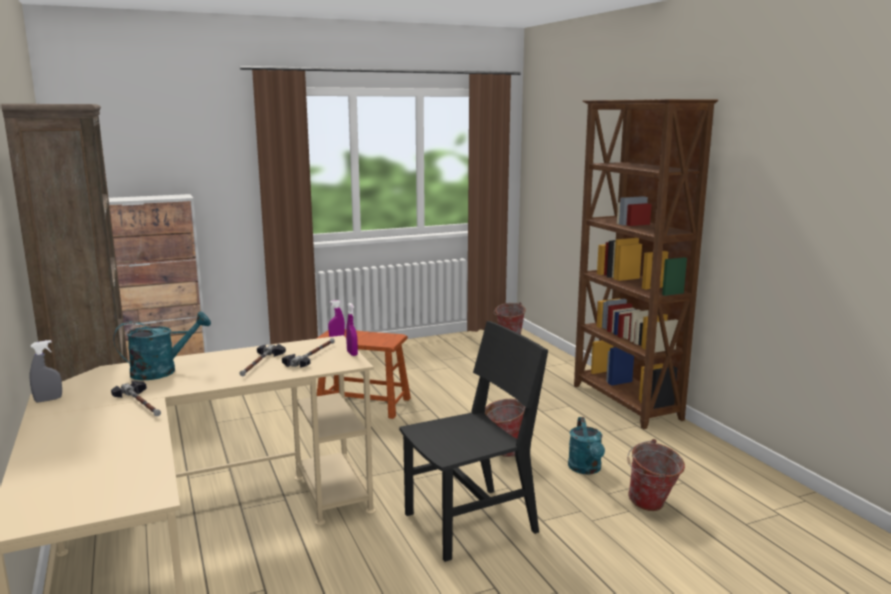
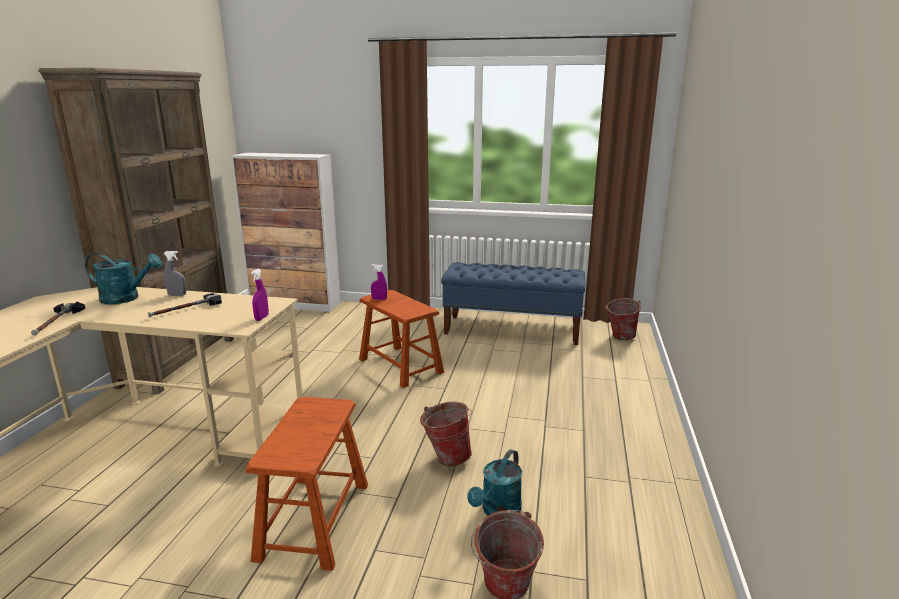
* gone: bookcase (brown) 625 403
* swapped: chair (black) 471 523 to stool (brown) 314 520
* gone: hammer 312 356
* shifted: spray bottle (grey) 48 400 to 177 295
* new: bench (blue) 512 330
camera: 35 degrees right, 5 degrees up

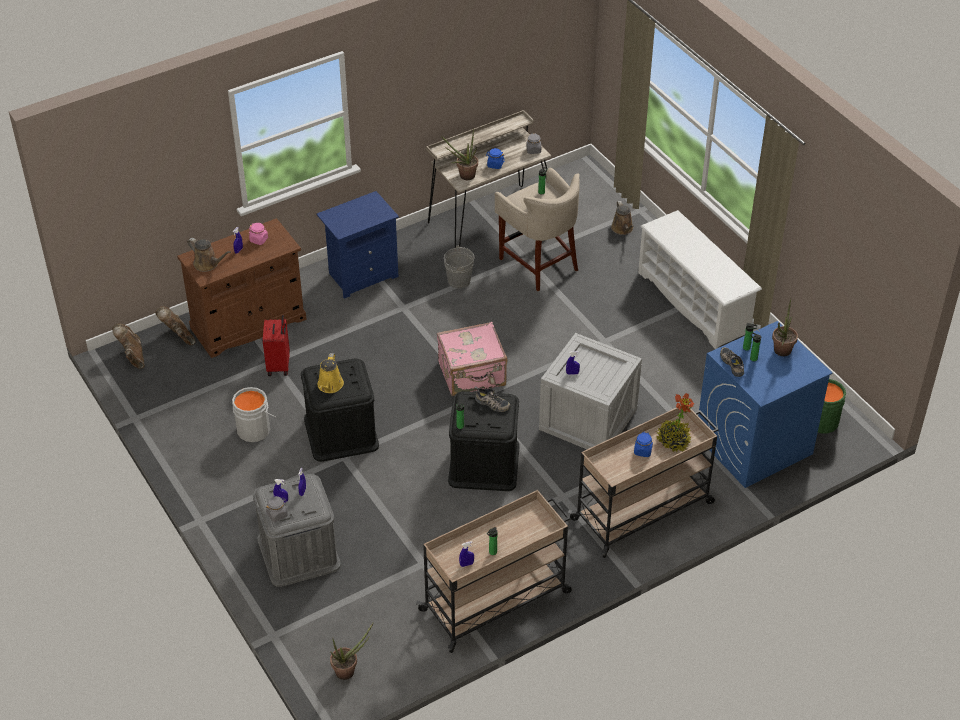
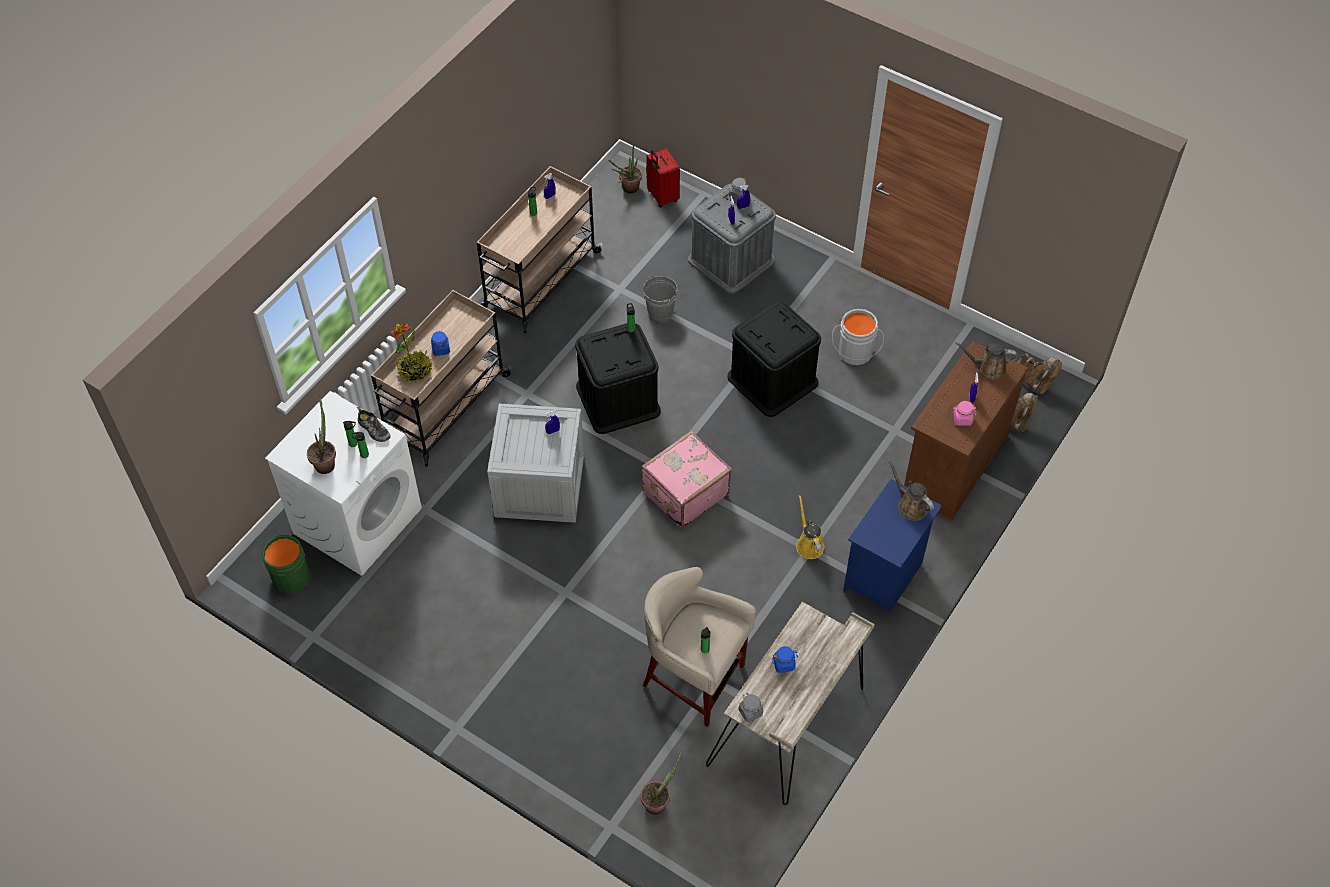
* shifted: potted plant 463 176 to 659 802
* shifted: watering can (brown) 623 229 to 910 505
* gone: shoe rack (white) 694 302
* shifted: bucket (grey) 459 281 to 660 311
* shifted: suitcase (red) 279 365 to 662 197
* repainted: washing machine (blue) 753 445 to washing machine (white) 357 520
* shifted: watering can (yellow) 330 386 to 808 544
* gone: shoe 491 403
camera: 155 degrees right, 10 degrees up

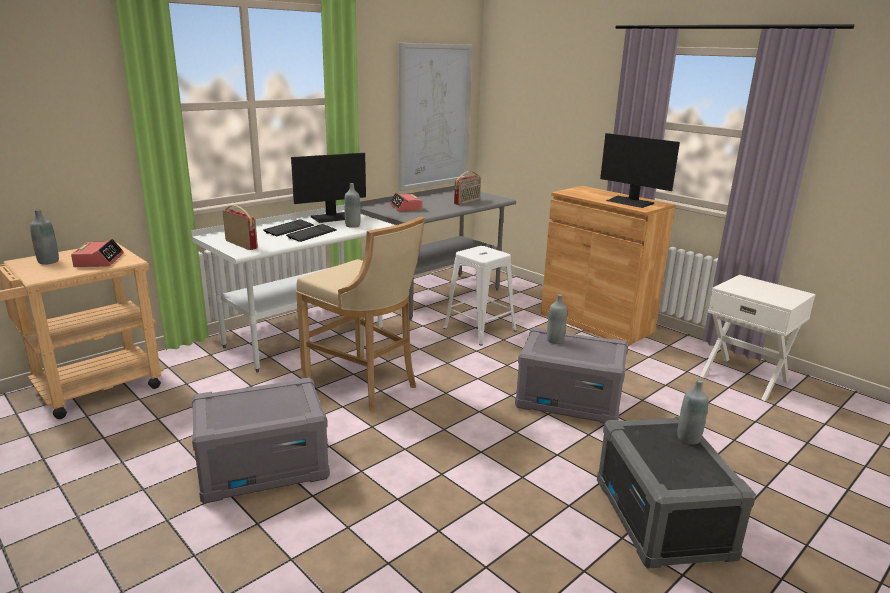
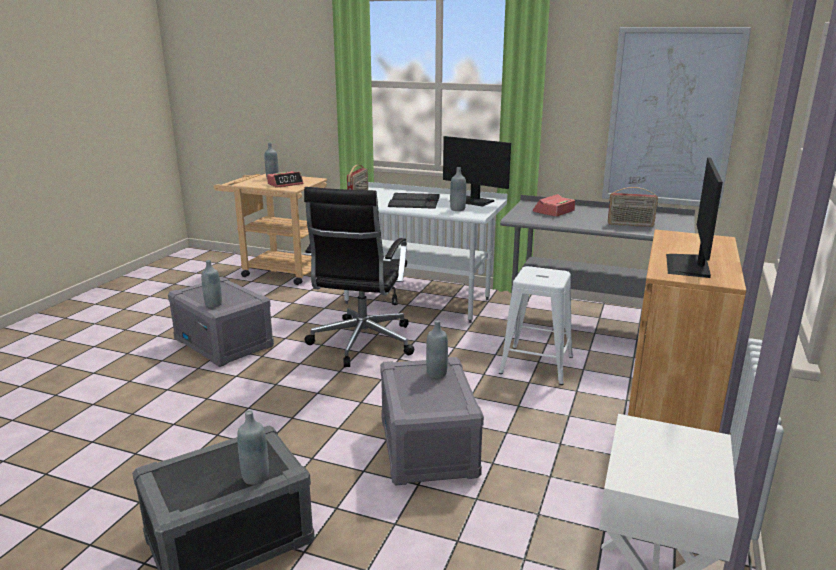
* swapped: stool (beige) 365 385 to office chair (black) 361 343
* new: bottle (grey) 213 304
camera: 65 degrees right, 0 degrees up

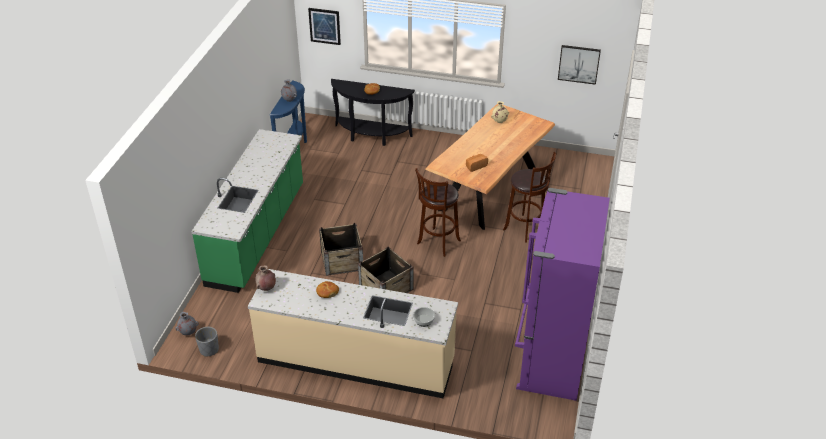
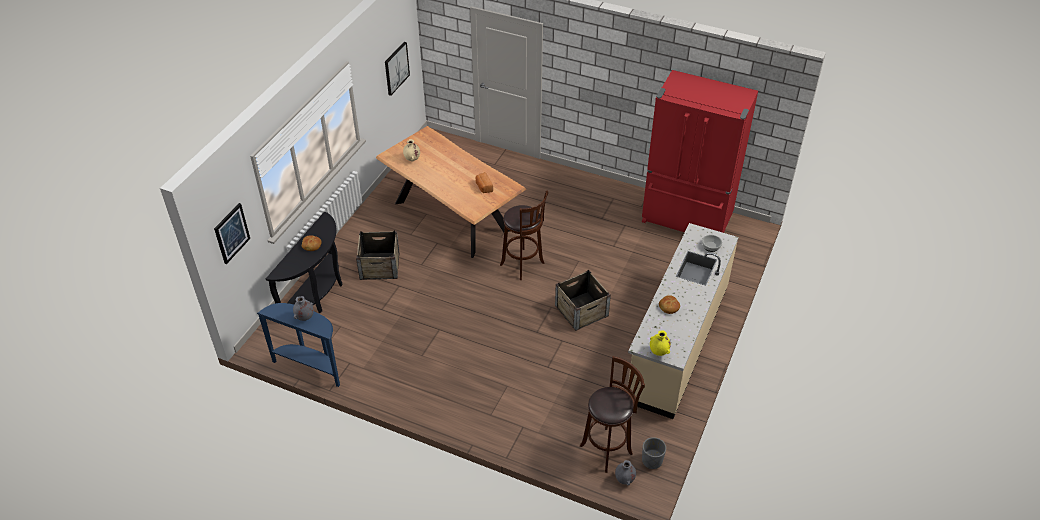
* gone: counter (green) 257 234
* shifted: stool (brown) 526 229 to 608 448
* repainted: fridge (purple) 550 360 to fridge (red) 686 219
* shifted: crate 342 260 to 380 265
* repainted: vase (brown) 266 288 to vase (yellow) 659 352
camera: 80 degrees left, 5 degrees up

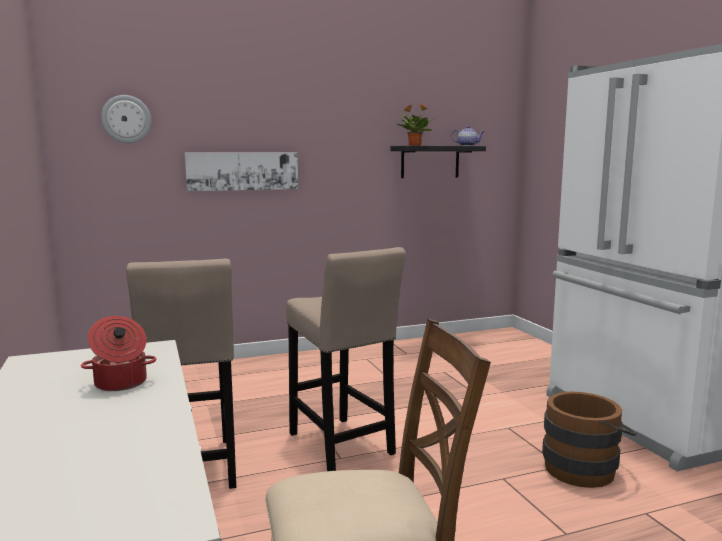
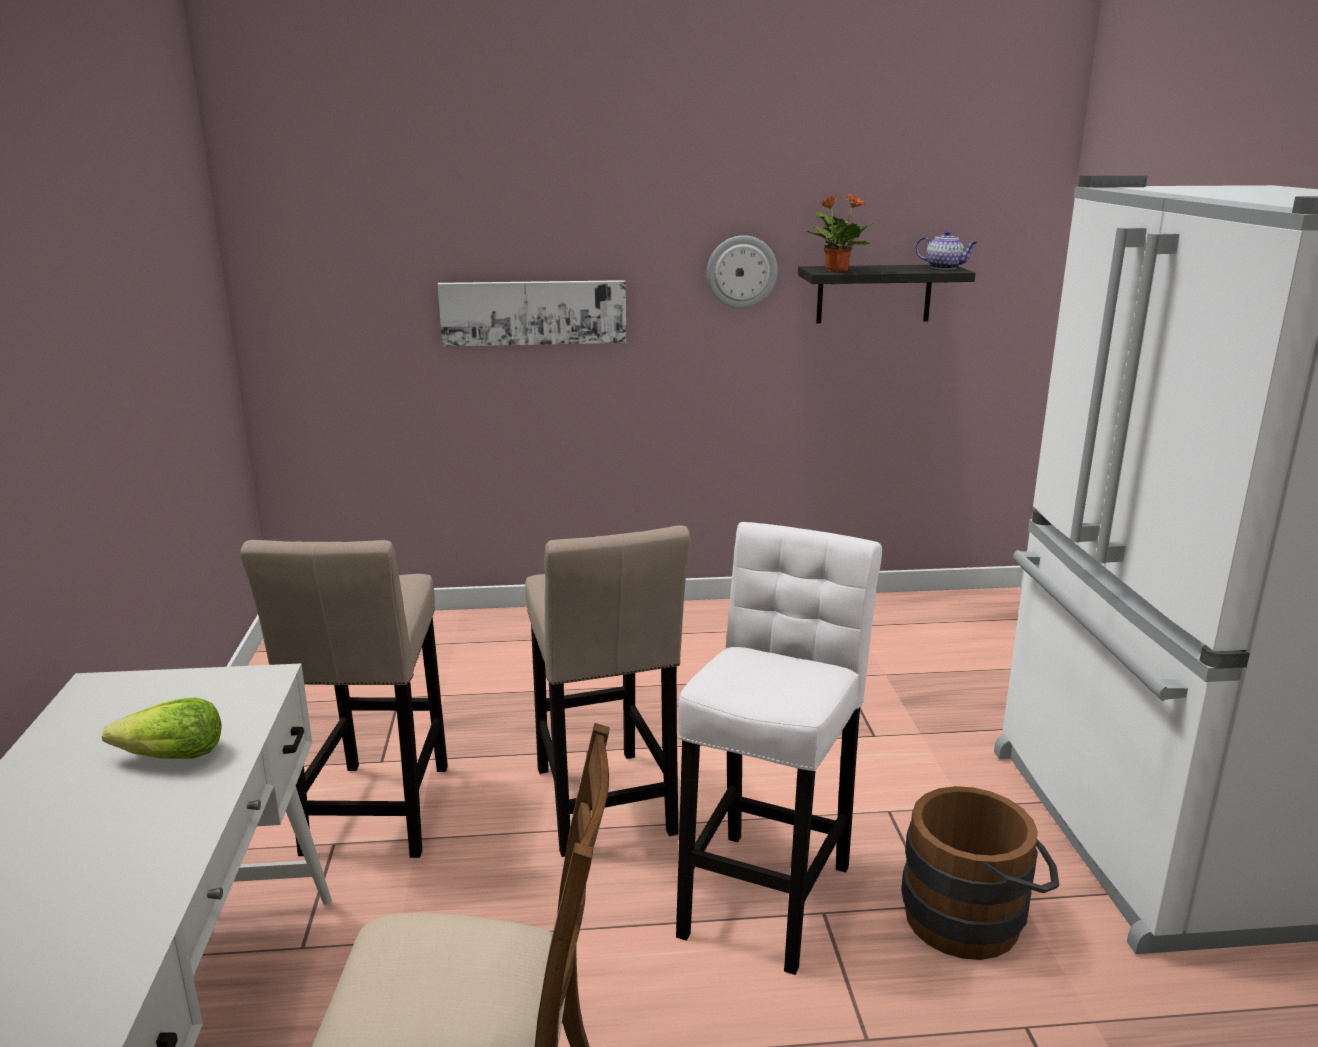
* shifted: wall clock 126 119 to 741 271
* swapped: cooking pot 120 384 to lettuce 172 757
* new: stool (white) 768 892
camera: 15 degrees right, 10 degrees up

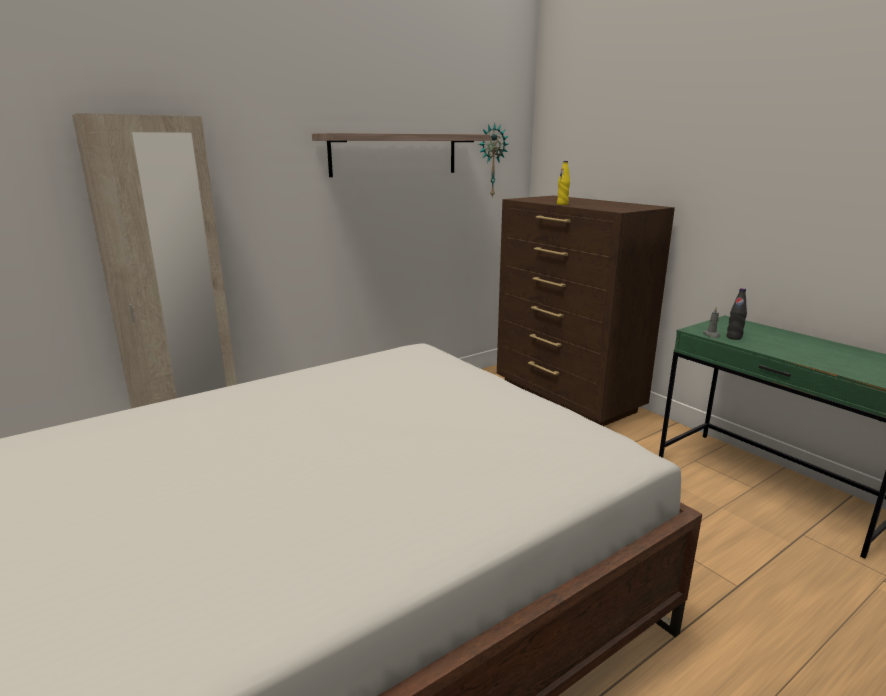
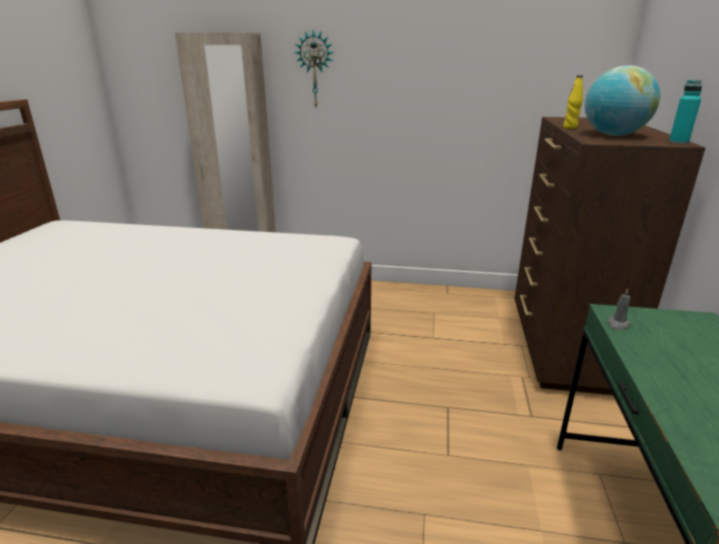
* shifted: wall clock 491 160 to 315 70
* gone: shelf 395 154
* gone: bottle (black) 734 337
* new: globe 613 135
* new: bottle (turquoise) 678 142
camera: 45 degrees right, 5 degrees up

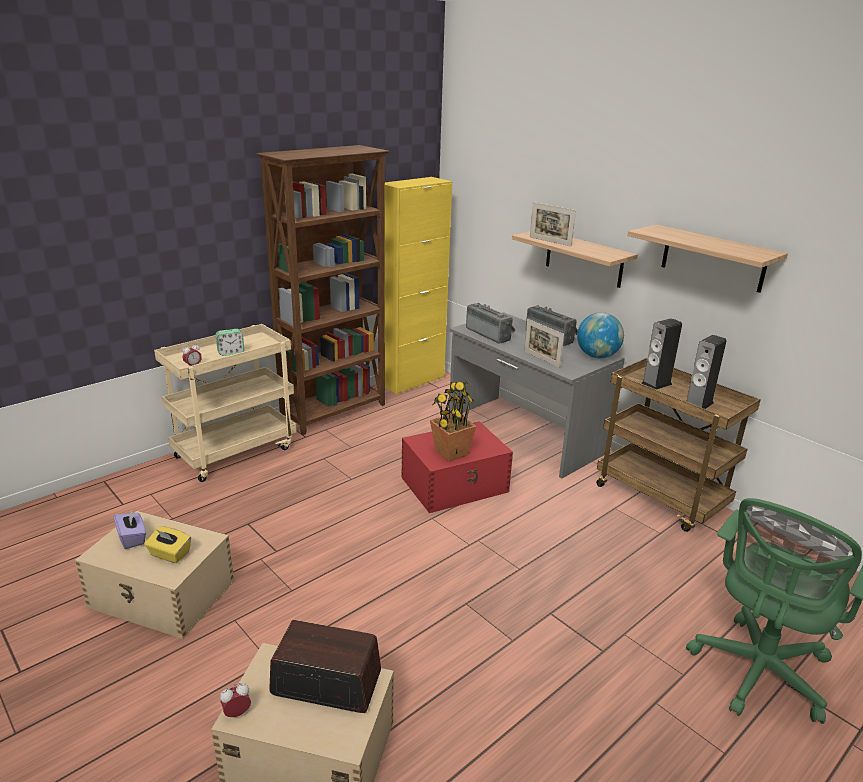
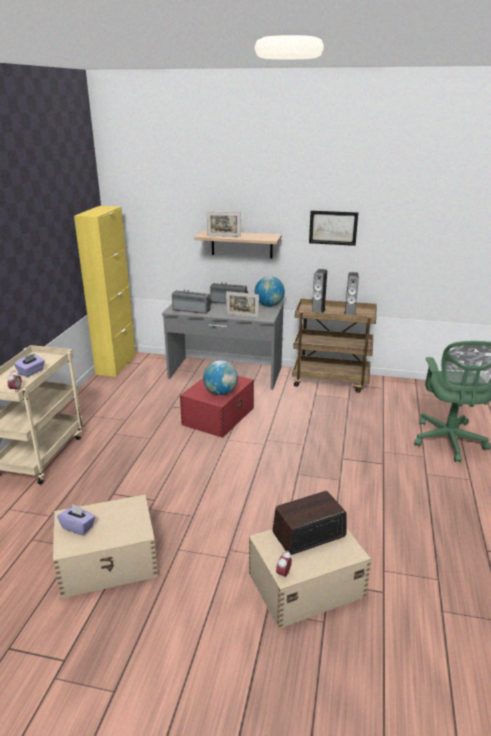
* gone: bookcase (brown) 335 412
* swapped: shelf 713 258 to picture 333 227
* swapped: alarm clock 231 352 to tissue box (purple) 31 372
* swapped: potted plant 451 453 to globe 220 393
* gone: tissue box (yellow) 169 554
camera: 35 degrees left, 0 degrees up

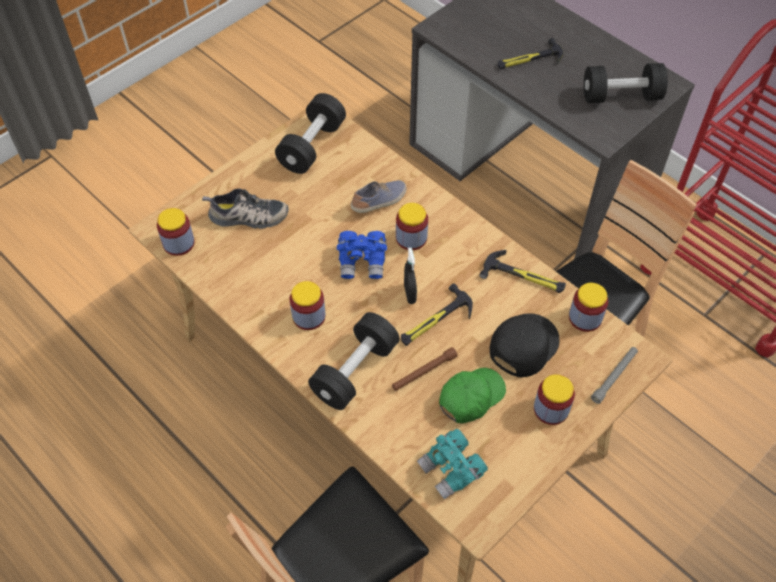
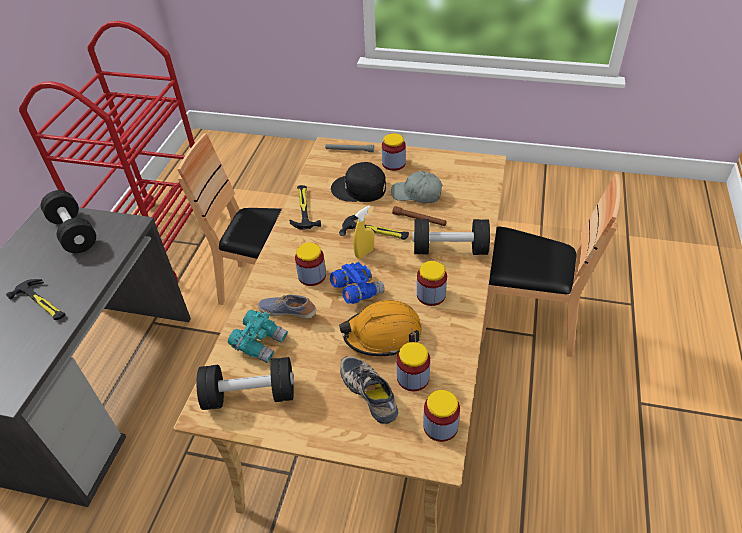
* repainted: spray bottle (black) 410 294 to spray bottle (yellow) 364 253
* shifted: jar 585 318 to 413 378
* repainted: cap (green) 470 397 to cap (grey) 417 194
* shifted: binoculars (turquoise) 451 470 to 260 343
* new: hard hat (orange) 382 334
camera: 120 degrees left, 10 degrees down

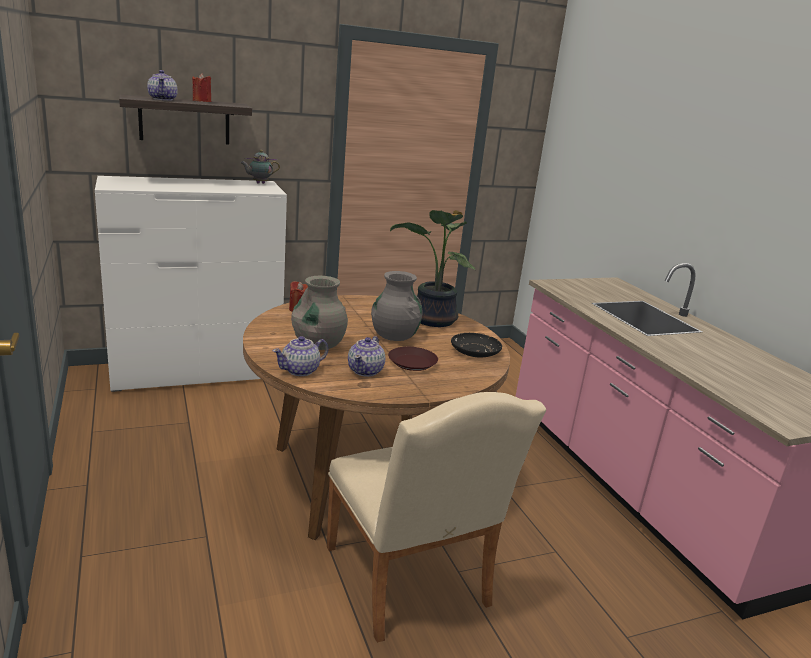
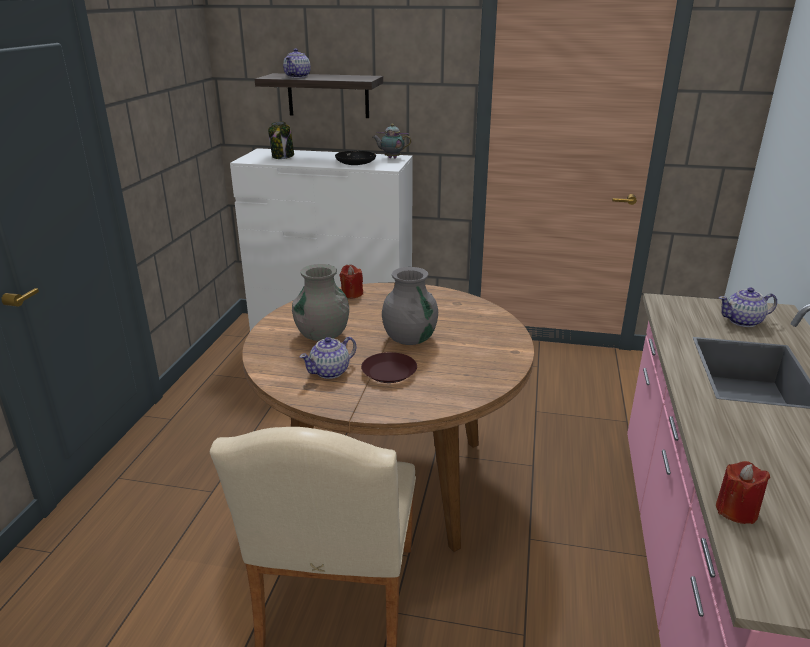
* shifted: candle (red) 202 101 to 736 510
* gone: potted plant 431 320
* shifted: plate (black) 475 351 to 355 163
* shifted: teapot 301 370 to 743 321
* new: jar 283 156
camera: 35 degrees right, 5 degrees up

